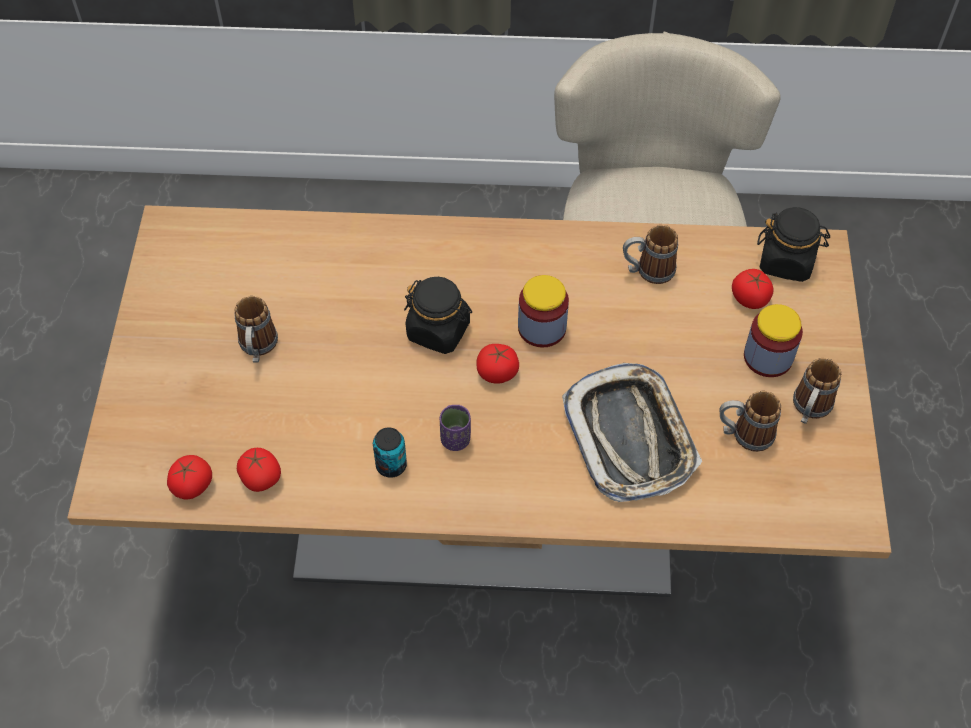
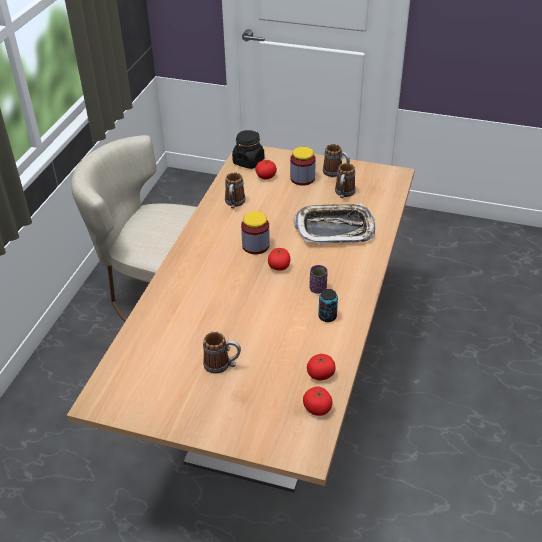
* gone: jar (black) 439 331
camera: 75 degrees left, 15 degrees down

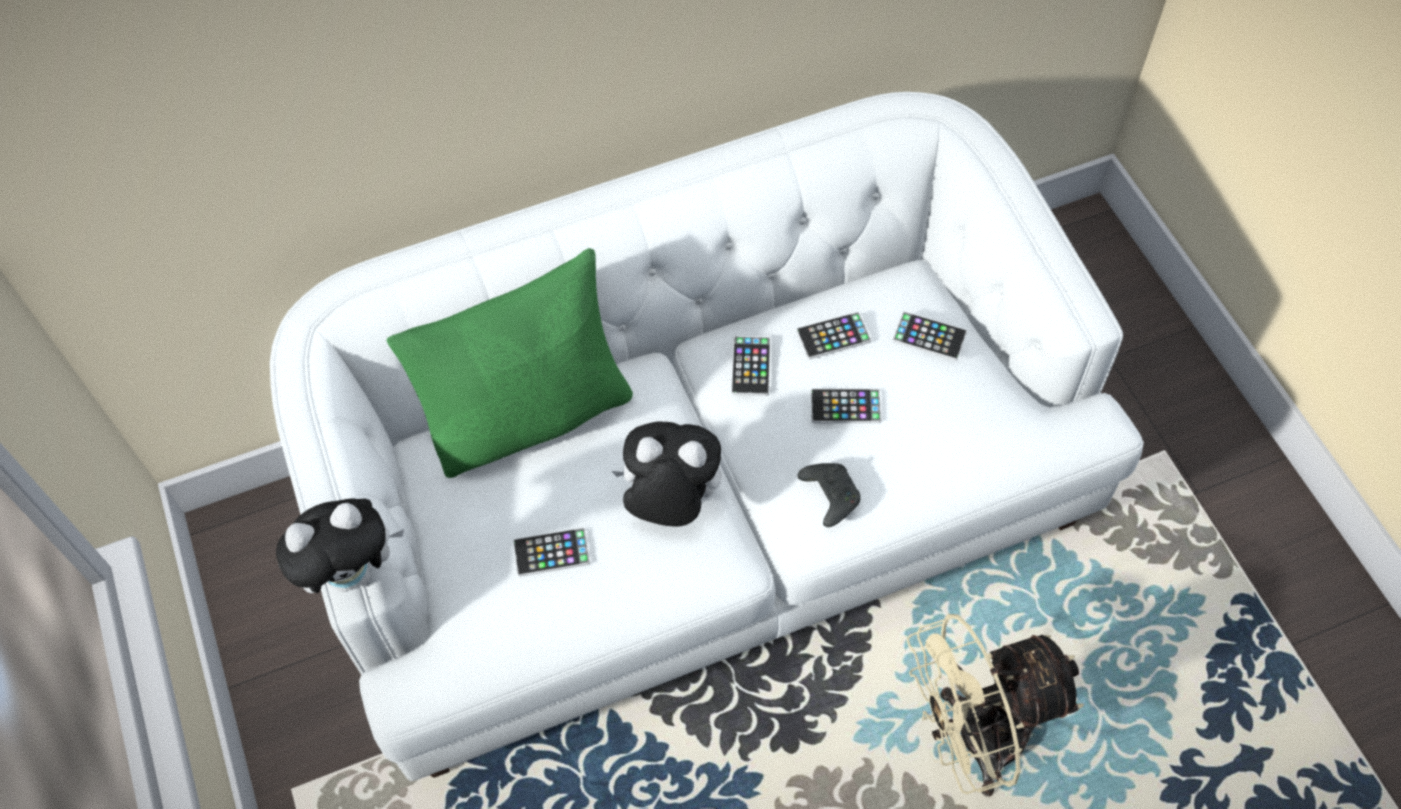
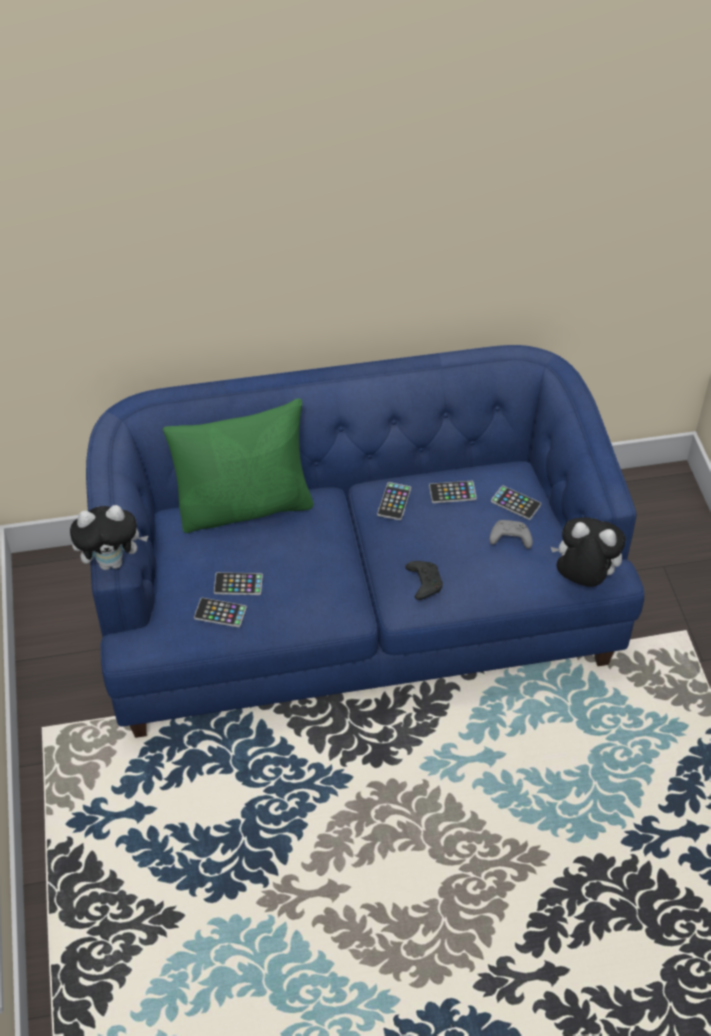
* repainted: sofa (white) 705 511 to sofa (blue) 356 612
* shifted: phone 845 406 to 220 613
* shifted: plush toy 670 503 to 582 578
* gone: fan (beige) 973 740
* new: game controller (grey) 509 539
camera: 10 degrees right, 10 degrees down

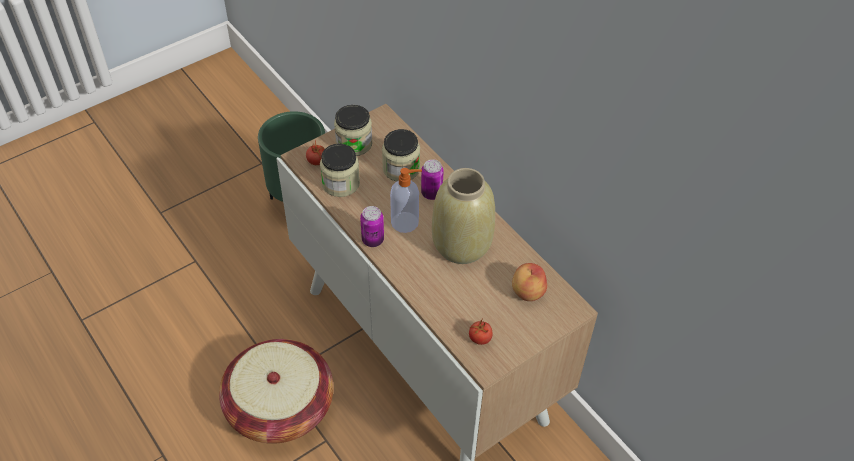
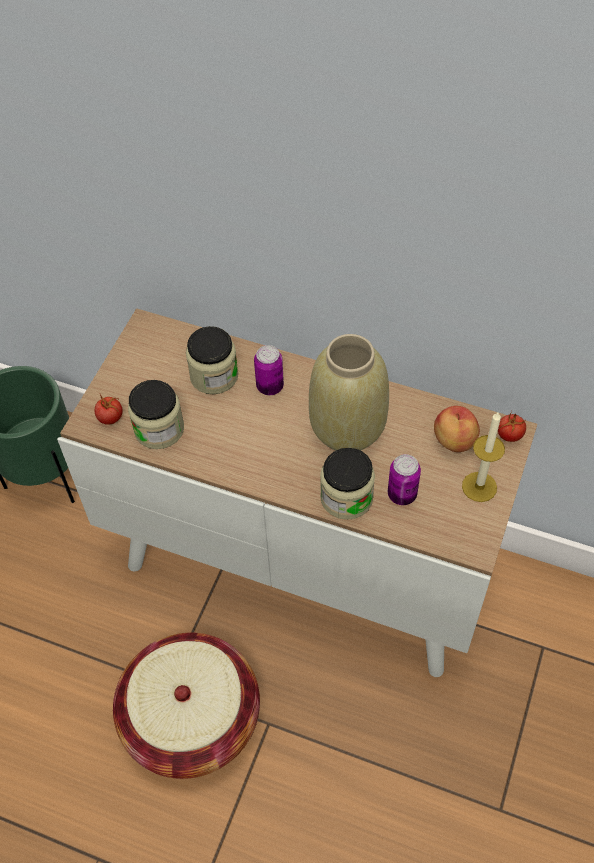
* shifted: jar 354 143 to 346 497
* gone: soap dispenser 406 222
* shifted: can 373 240 to 402 494
* shifted: tomato 479 339 to 509 435
* new: candle 479 487
camera: 30 degrees left, 5 degrees up

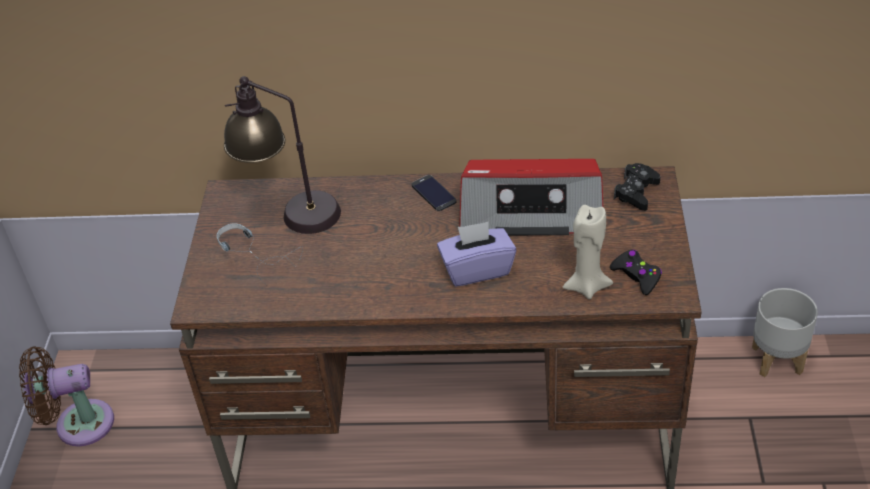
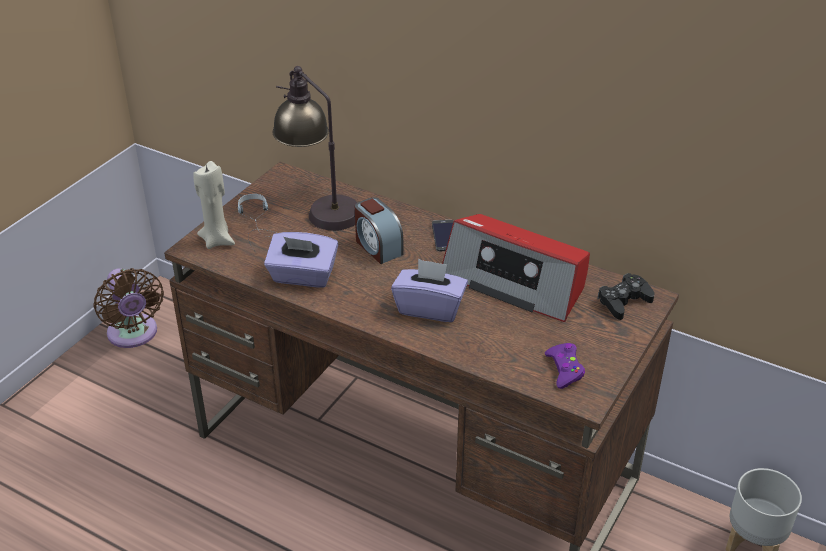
* shifted: candle (beige) 586 286 to 217 240
* repainted: game controller (black) 637 276 to game controller (purple) 564 369
* rotated: fan (brown) 78 424 = 134 335 135 degrees counterclockwise
* new: alarm clock 377 247
* new: tissue box (purple) 303 276
camera: 25 degrees right, 5 degrees down

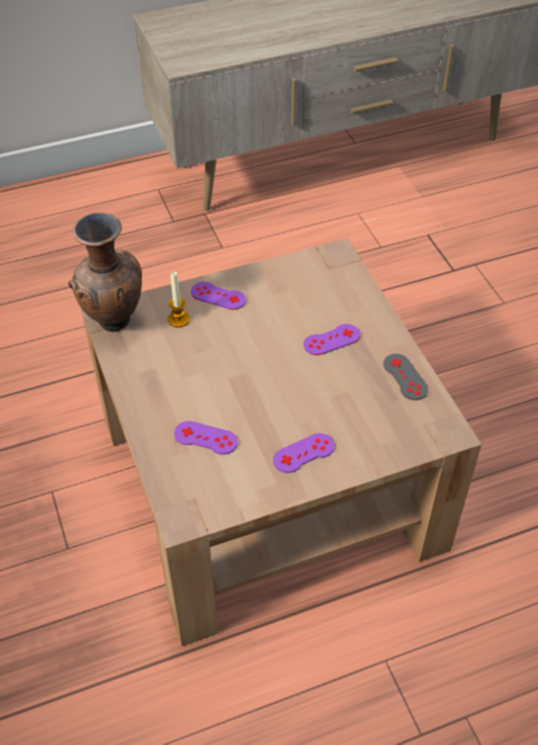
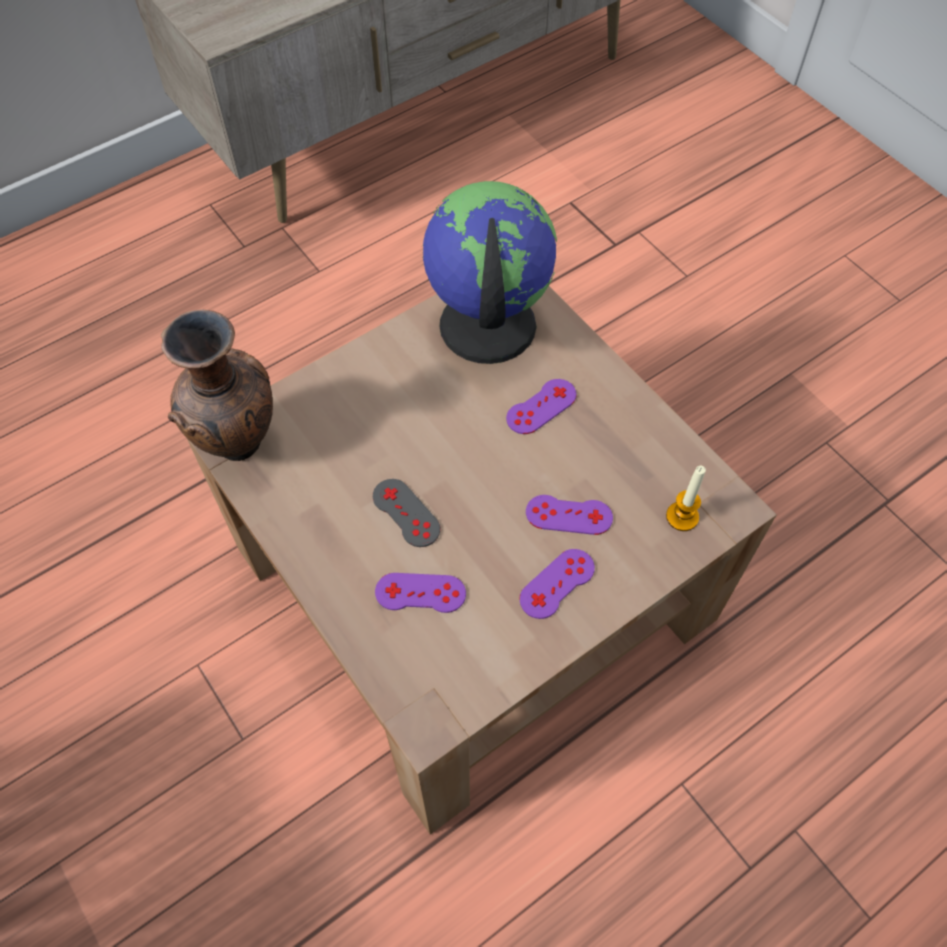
* shifted: candle 178 319 to 682 517
* shifted: game controller (purple) 218 296 to 569 515
* shifted: game controller (grey) 405 377 to 406 513
* new: globe 485 325
camera: 15 degrees left, 10 degrees up

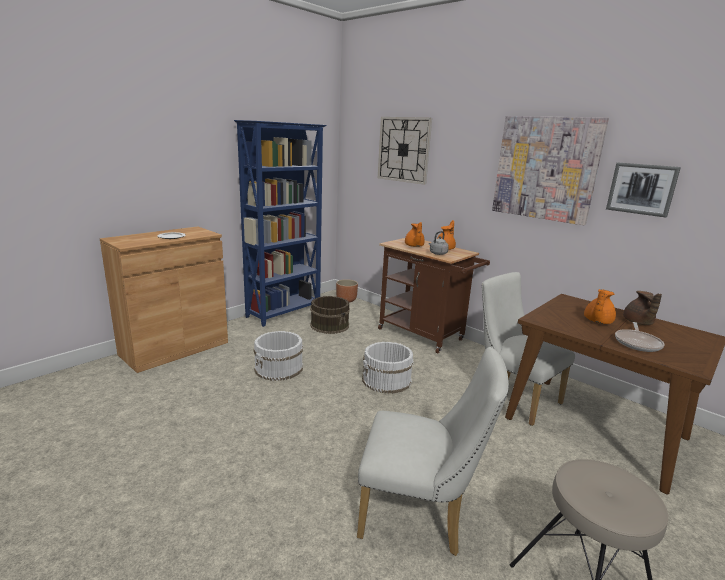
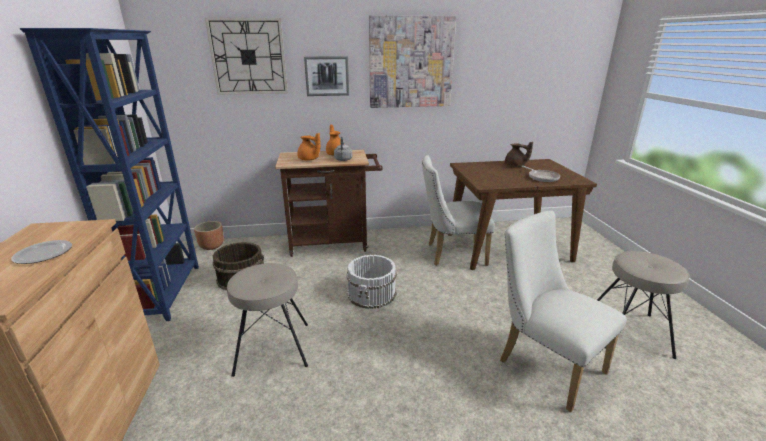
* shifted: picture 641 189 to 327 76
* gone: teapot (orange) 597 321
* swapped: bucket (white) 279 368 to stool (beige) 272 347
* rotated: chair (white) 420 515 = 544 363 90 degrees counterclockwise
camera: 50 degrees left, 5 degrees up

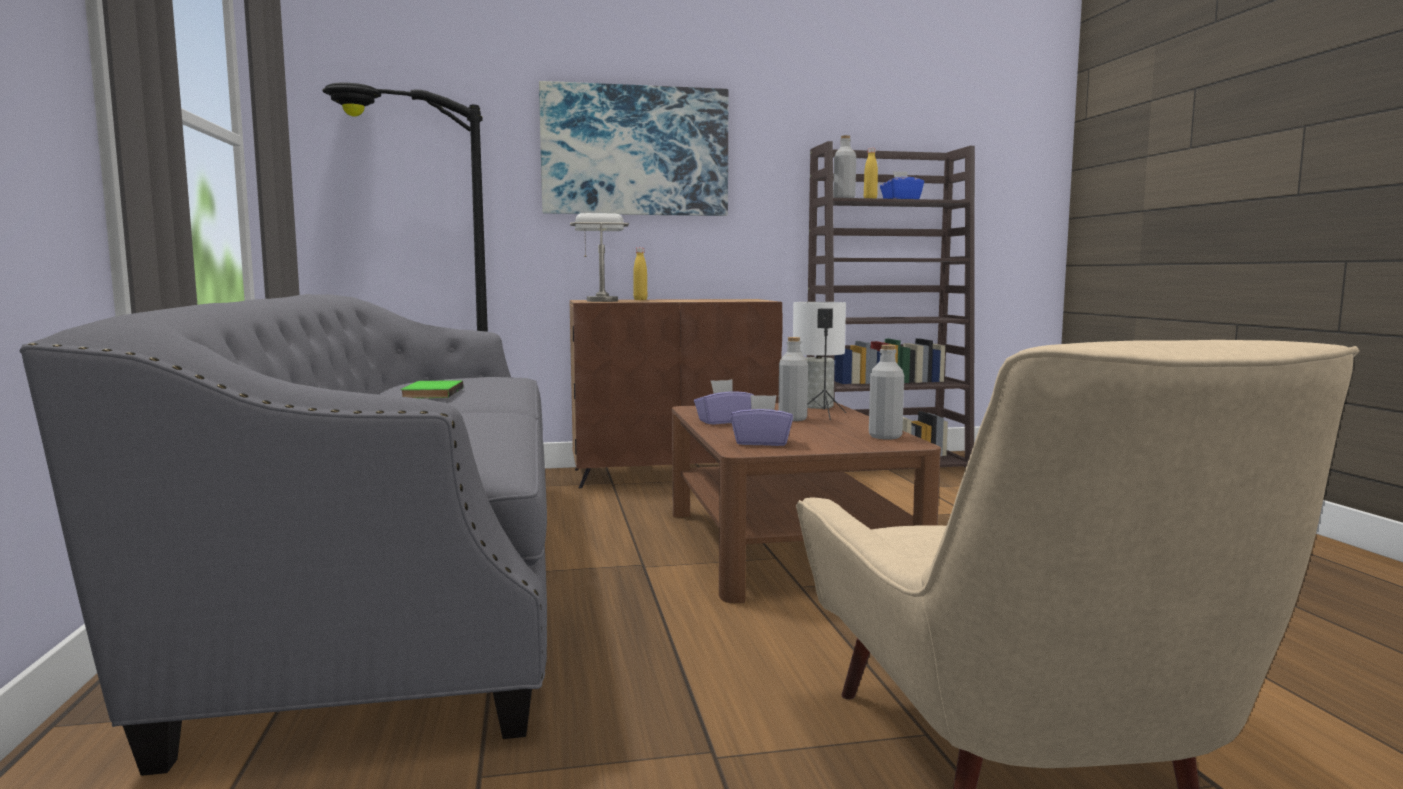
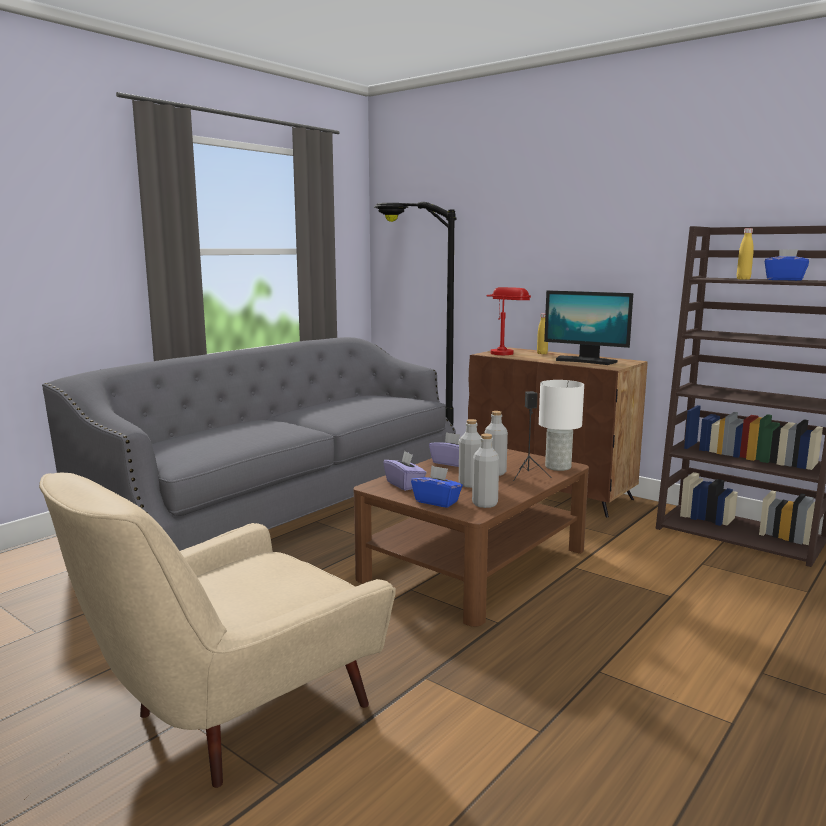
* gone: picture 635 151
* shifted: bottle (grey) 844 199 to 470 484
* repainted: table lamp (grey) 600 300 to table lamp (red) 505 352
* gone: book (green) 430 393
* new: monitor 585 361
* new: tissue box (blue) 437 501
camera: 50 degrees right, 5 degrees up

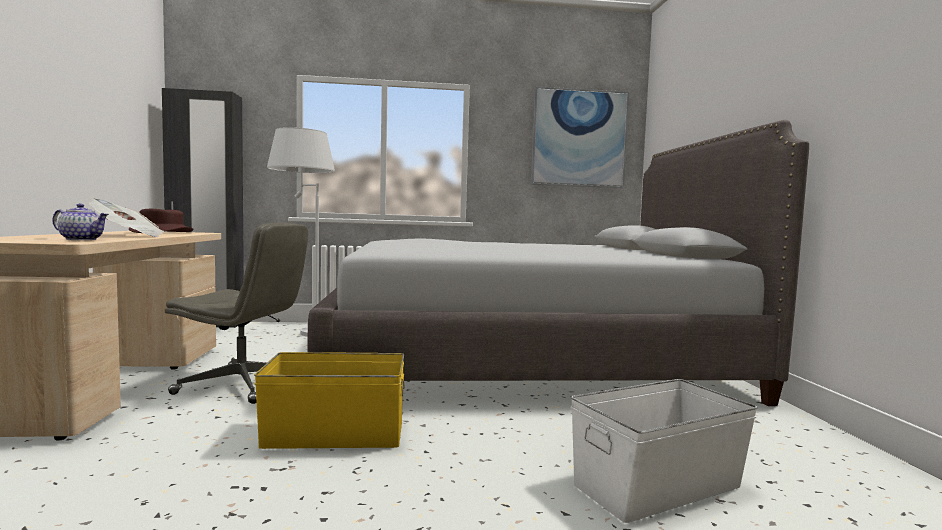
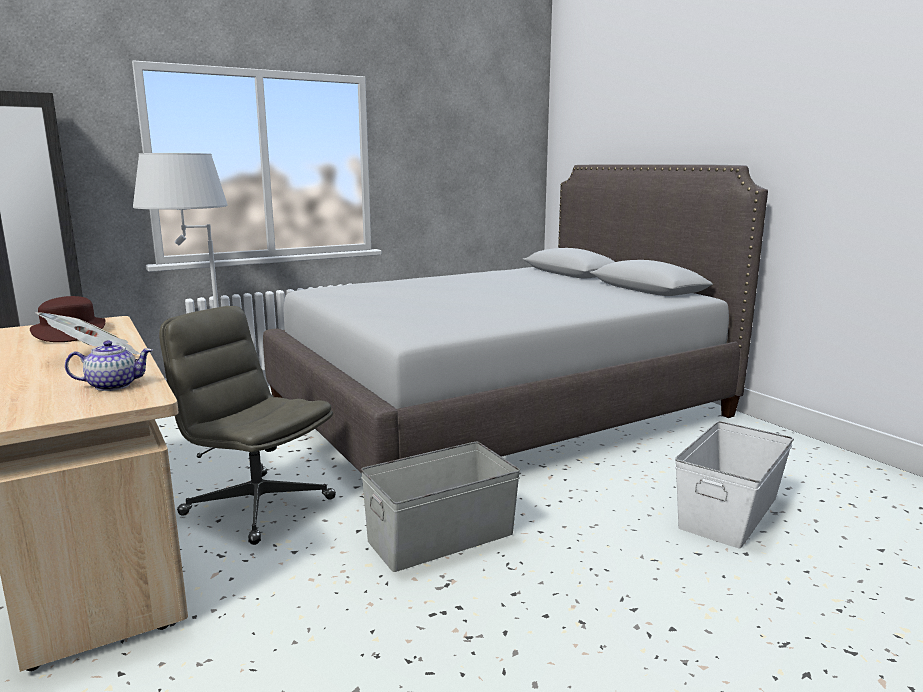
* gone: picture 579 138
* rotated: office chair (grey) 243 385 = 257 506 135 degrees counterclockwise
* repainted: storage box (yellow) 334 434 to storage box (grey) 439 537
camera: 25 degrees left, 10 degrees up

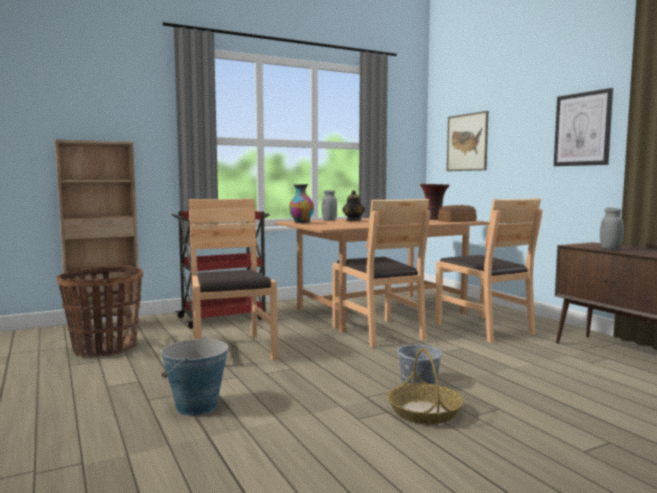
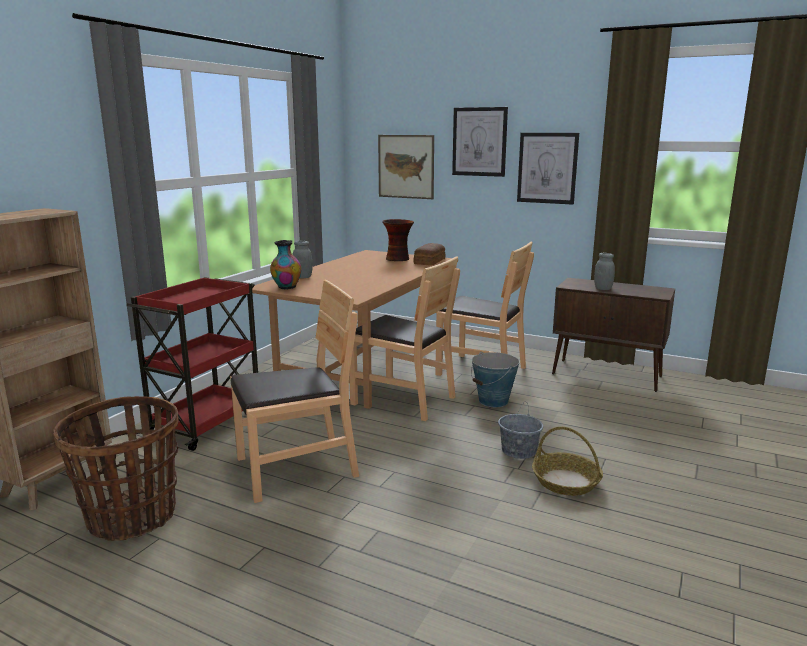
* gone: teapot 353 220
* rotated: chair (brown) 231 350 = 296 468 120 degrees clockwise
* shifted: bucket 196 407 to 493 401
* new: picture 479 142
camera: 35 degrees left, 10 degrees up

